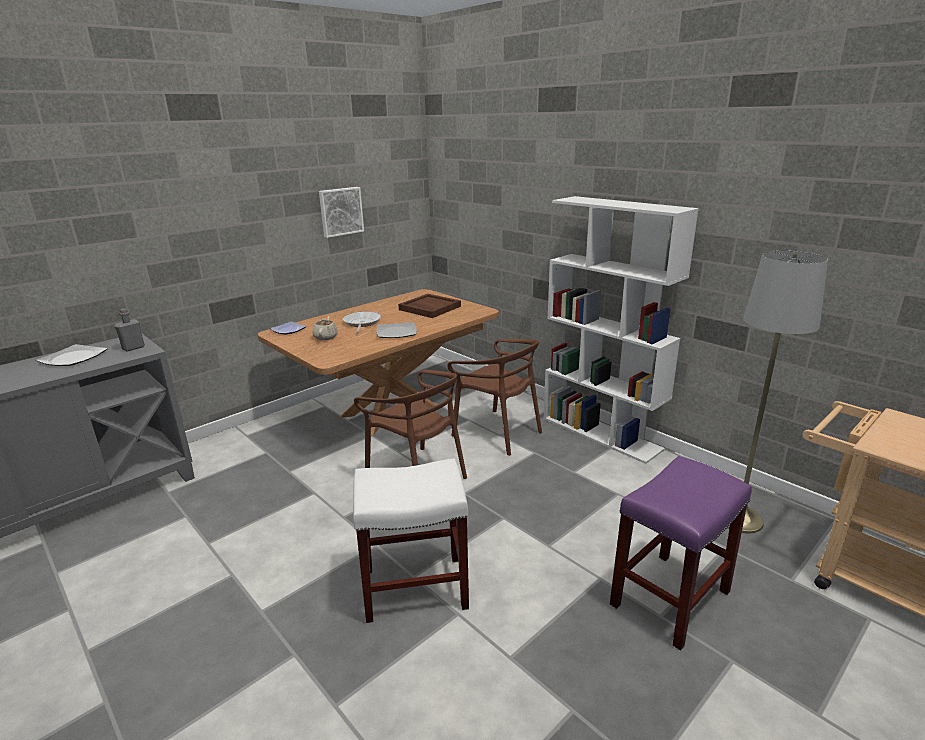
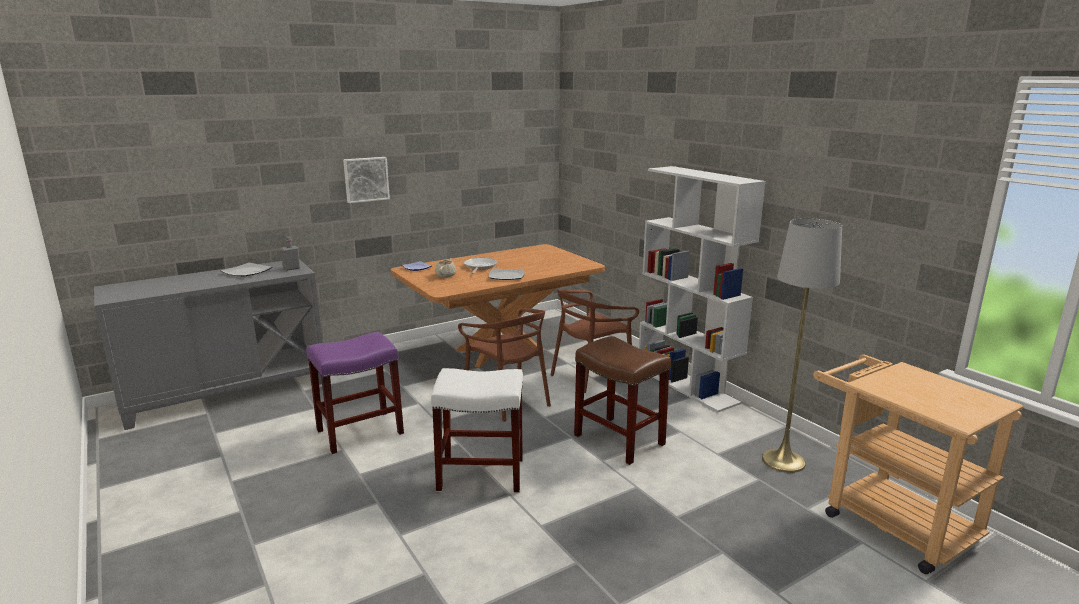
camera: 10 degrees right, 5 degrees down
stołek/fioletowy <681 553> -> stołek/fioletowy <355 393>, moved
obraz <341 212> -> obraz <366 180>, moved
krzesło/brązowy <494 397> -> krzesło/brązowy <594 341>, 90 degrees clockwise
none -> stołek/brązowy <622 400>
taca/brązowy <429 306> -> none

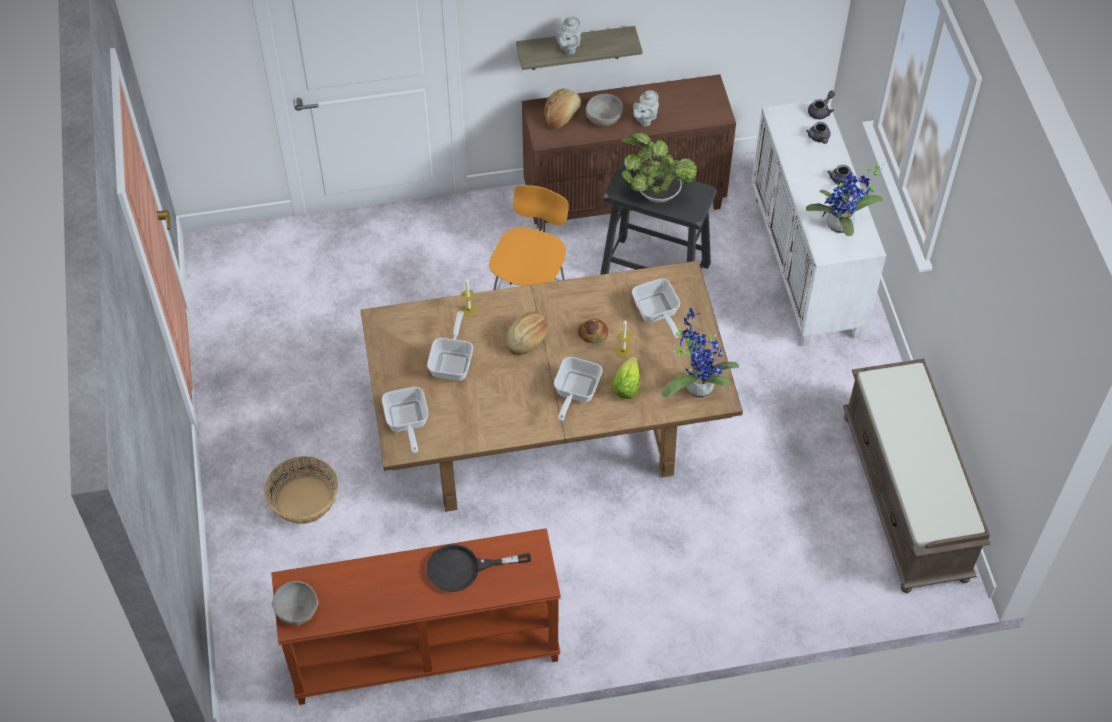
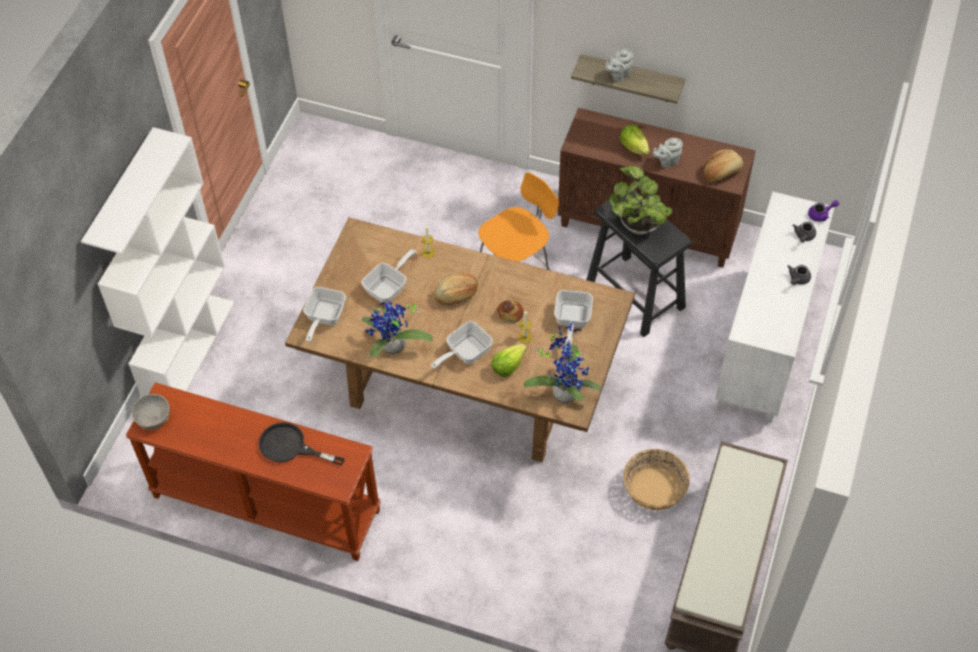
camera: 30 degrees right, 0 degrees up
none -> regał/biały <158 262>
roślina doniczkowa <845 200> -> roślina doniczkowa <397 330>, moved
miska/szary <604 110> -> sałata <634 140>
koszyk <301 490> -> koszyk <656 479>, moved
chleb <562 108> -> chleb <724 165>, moved
imbryk/szary <821 104> -> imbryk/fioletowy <823 211>

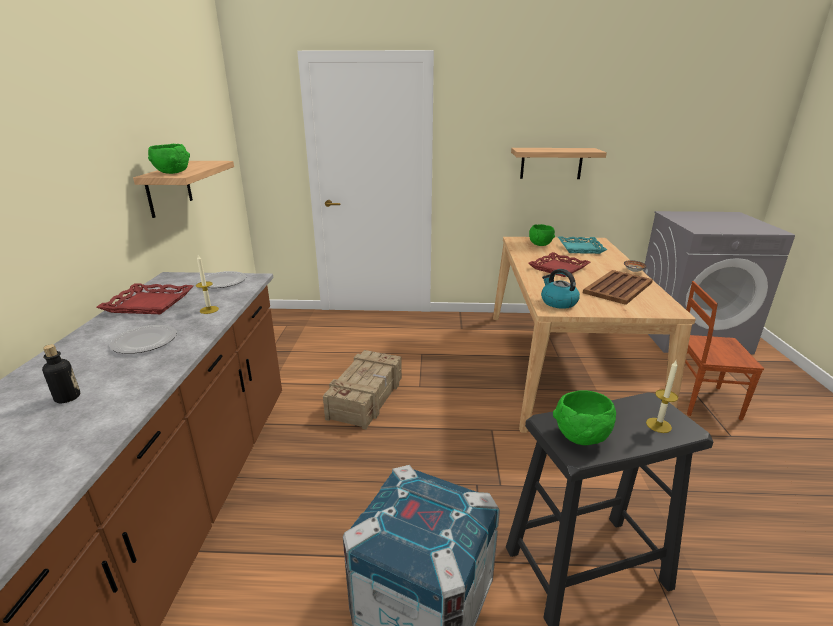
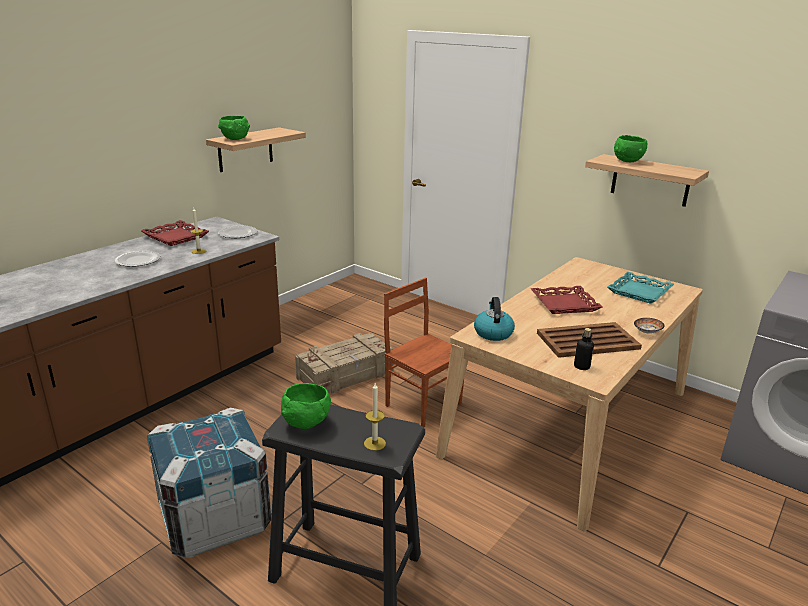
camera: 35 degrees right, 0 degrees up
krzesło/brązowy <724 350> -> krzesło/brązowy <424 353>, moved
butelka <61 373> -> butelka <584 349>, moved
miska/zielony <542 235> -> miska/zielony <631 148>, moved

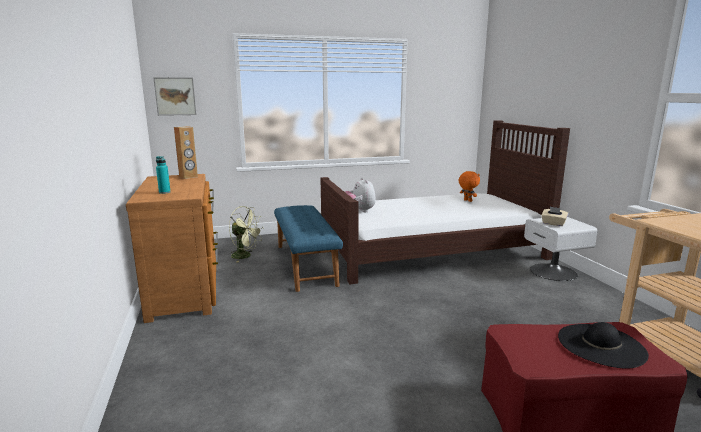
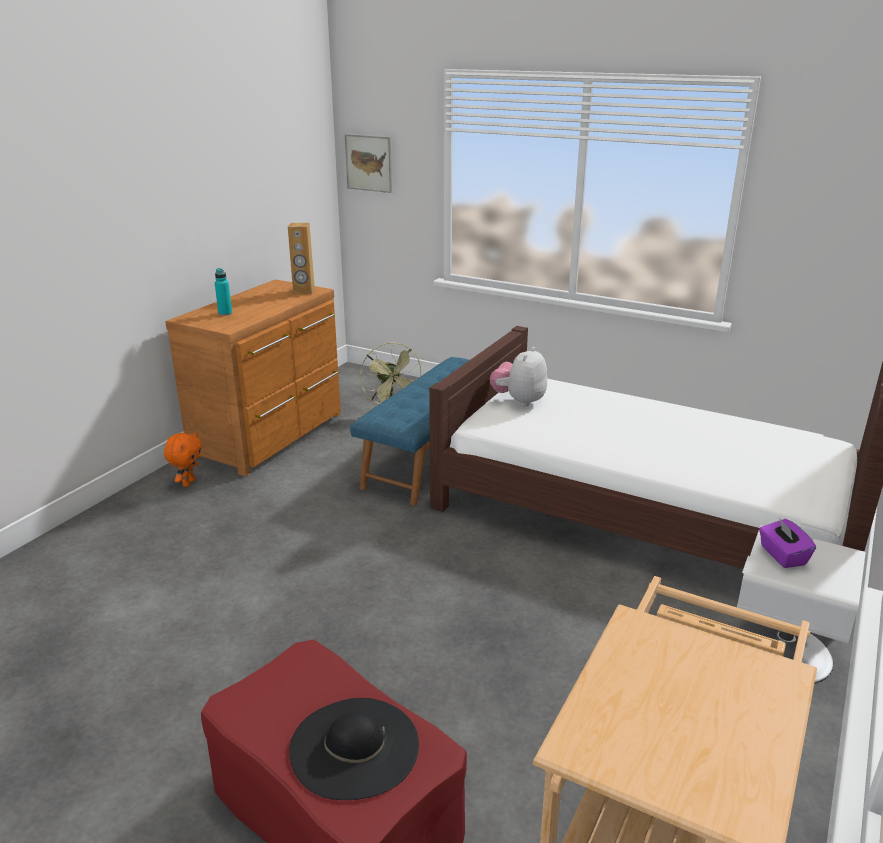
camera: 45 degrees right, 10 degrees up
pluszak/pomarańczowy <469 186> -> pluszak/pomarańczowy <183 459>, moved
pudełko chusteczek/beżowy <554 216> -> pudełko chusteczek/fioletowy <787 543>

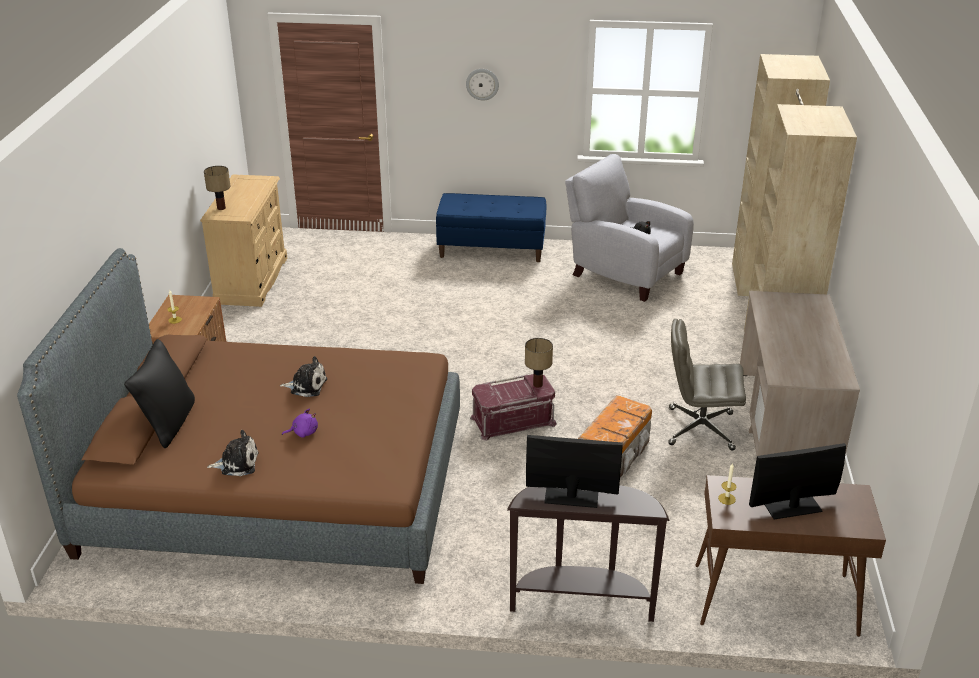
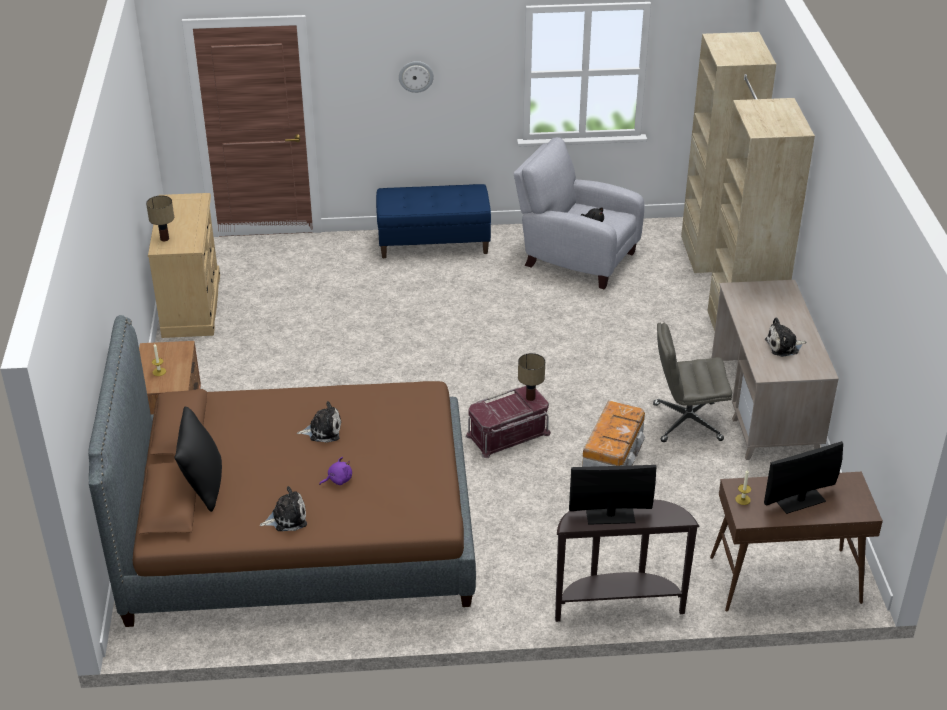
camera: 10 degrees left, 5 degrees up
none -> pluszak <785 337>

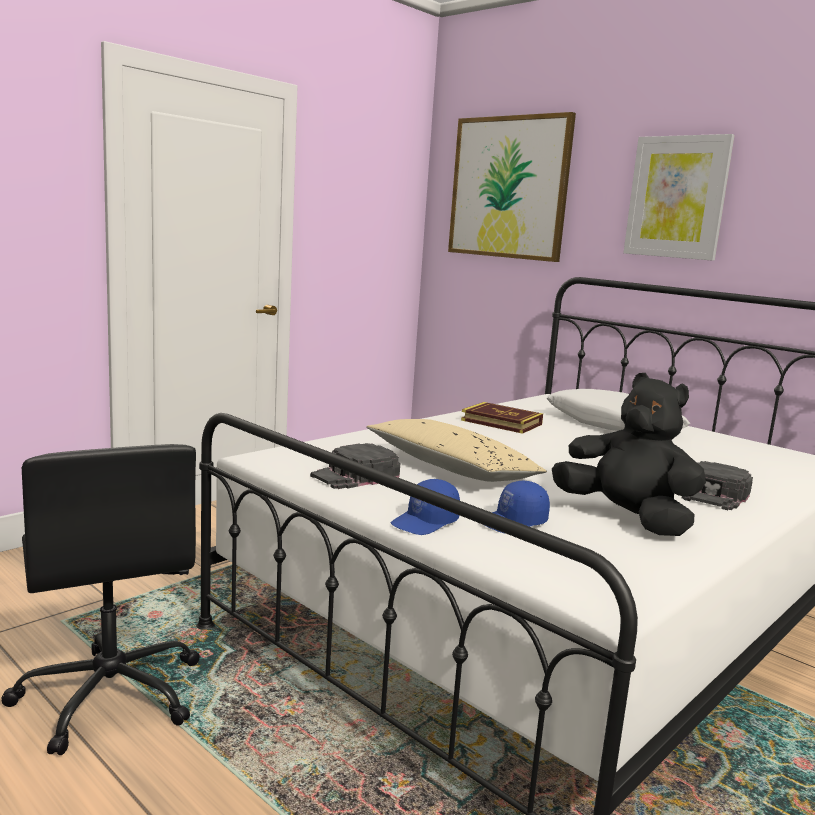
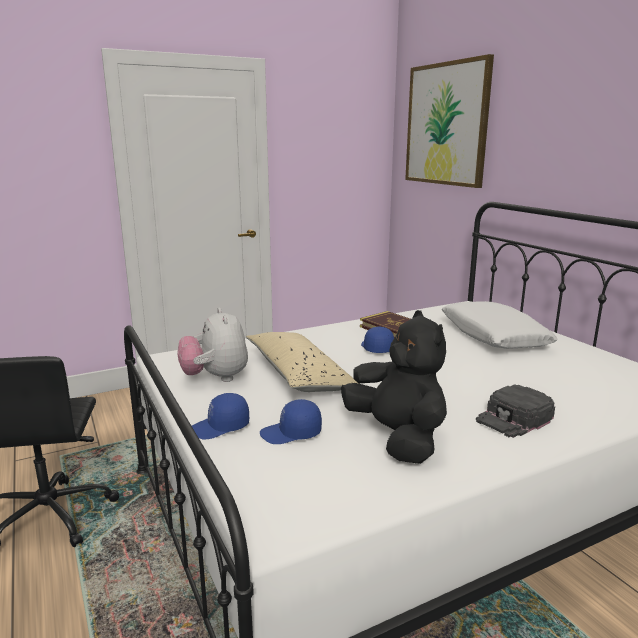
camera: 20 degrees right, 5 degrees up
czapka z daszkiem/czarny <355 466> -> pluszak <213 345>
none -> czapka z daszkiem/niebieski <377 340>
obraz <679 197> -> none

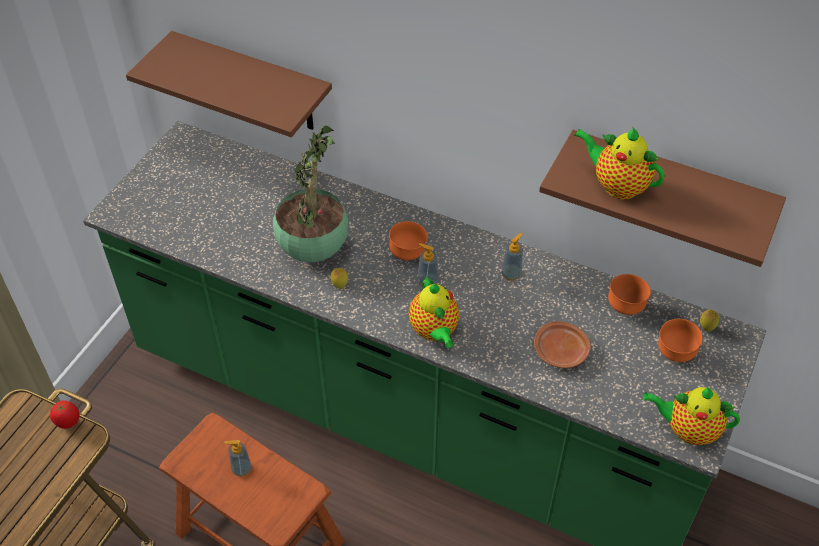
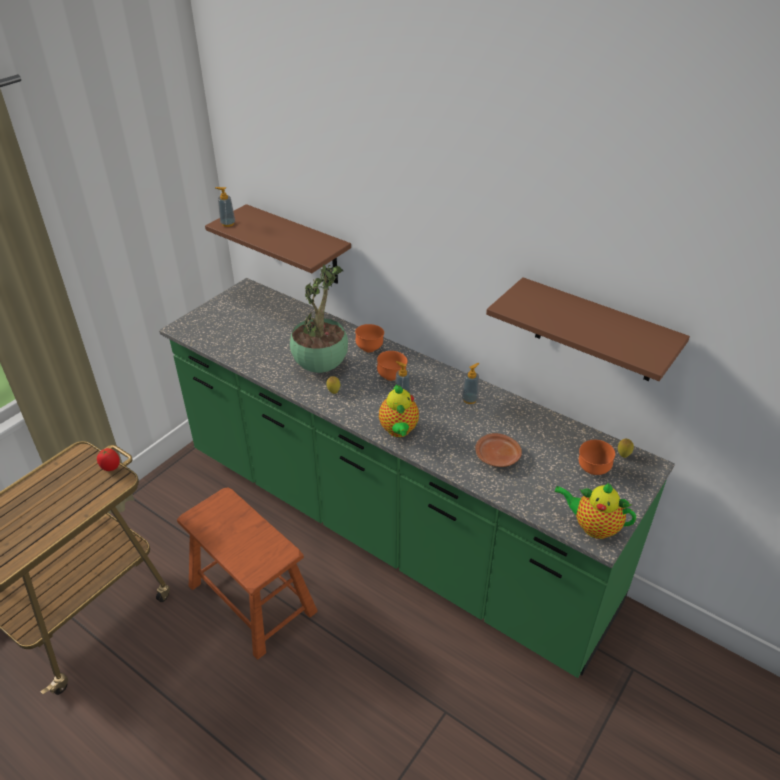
camera: 10 degrees right, 10 degrees down
dozownik mydła <238 458> -> dozownik mydła <225 207>, moved
miska/pomarańczowy <629 294> -> miska/pomarańczowy <369 338>, moved
imbryk <619 164> -> none

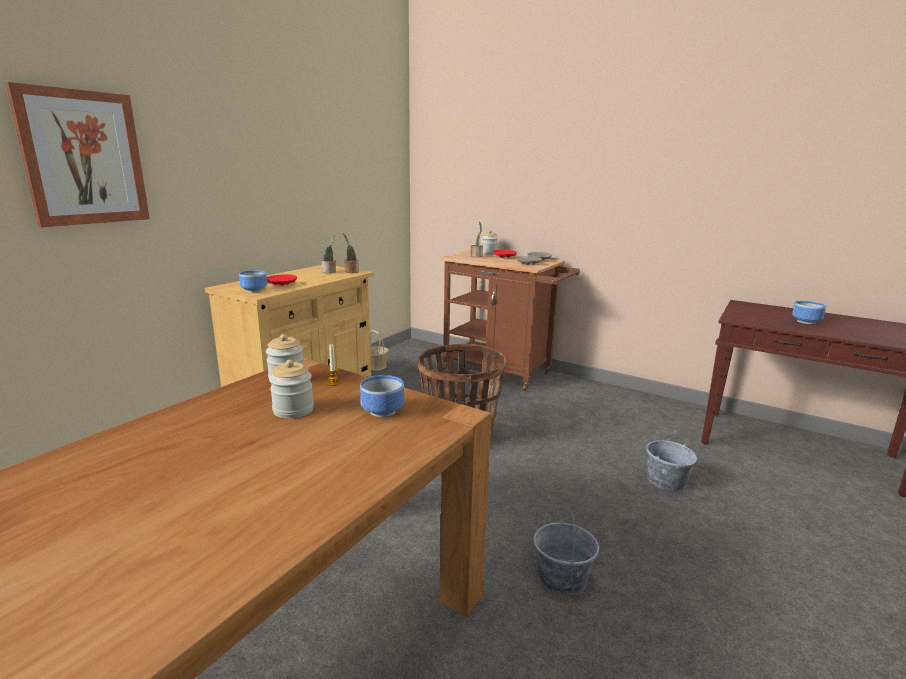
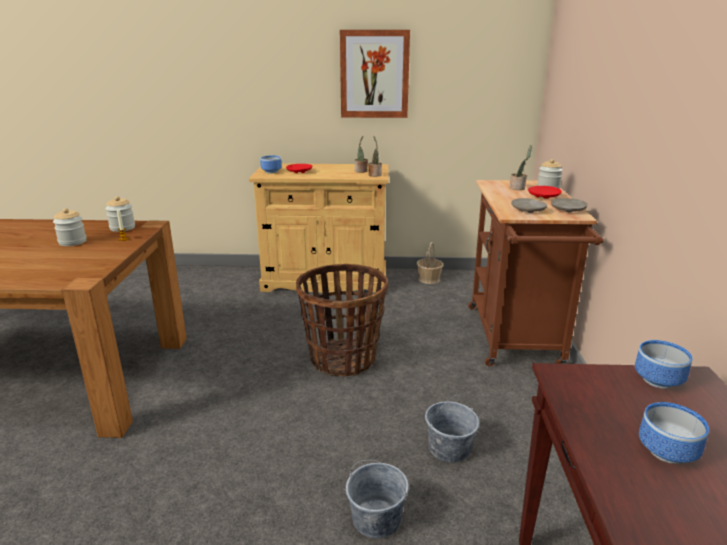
camera: 60 degrees right, 5 degrees up
obraz <77 154> -> obraz <375 74>, moved
wiadro/szary <566 552> -> wiadro/szary <452 429>, moved
miska <382 396> -> miska <664 364>, moved

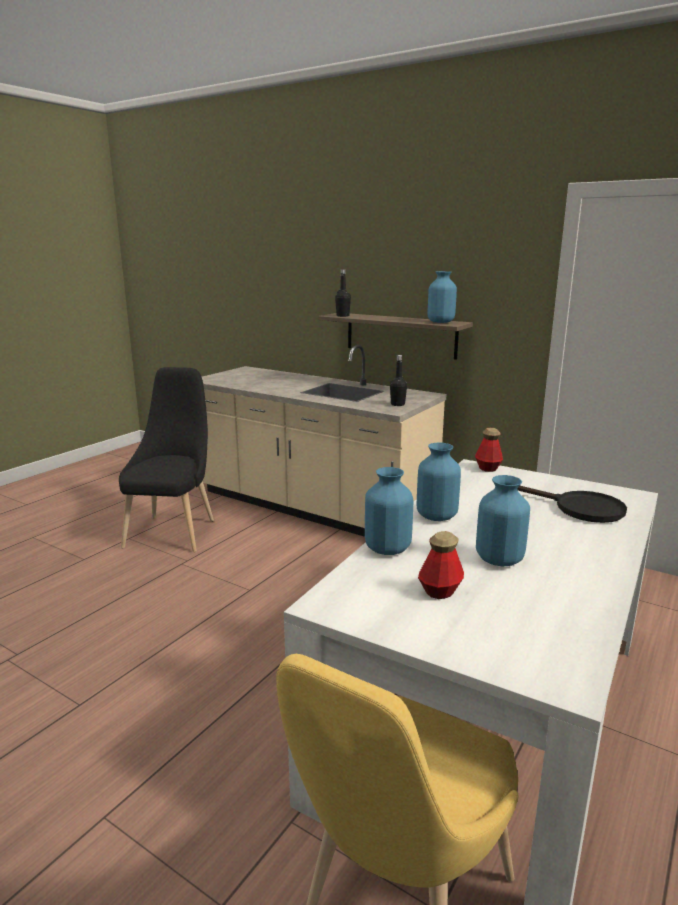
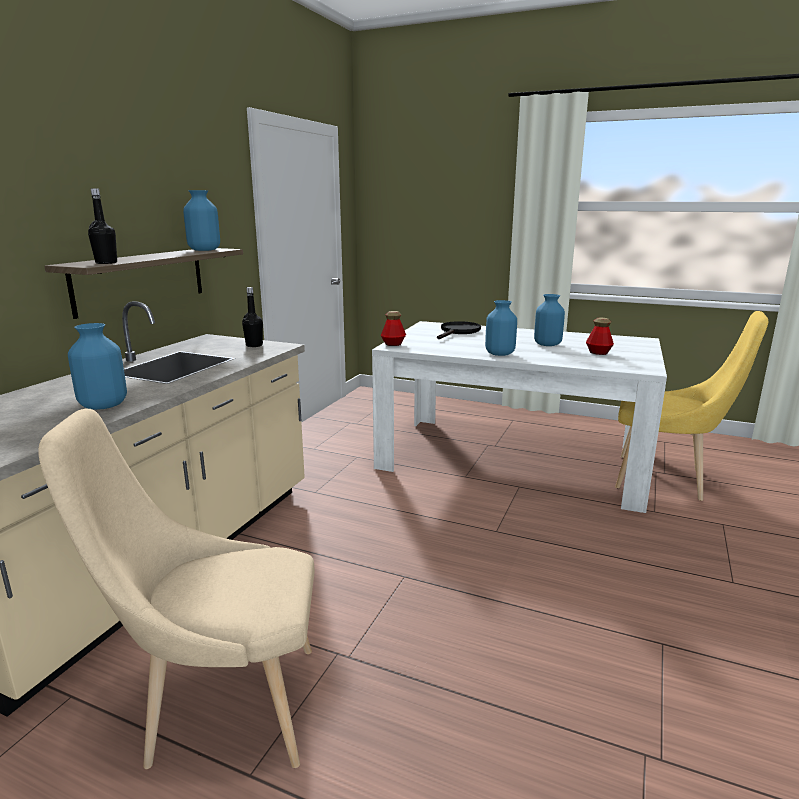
camera: 100 degrees left, 0 degrees up
krzesło/czarny <166 459> -> krzesło/beżowy <176 589>
wazon/niebieski <389 511> -> wazon/niebieski <97 366>, moved

